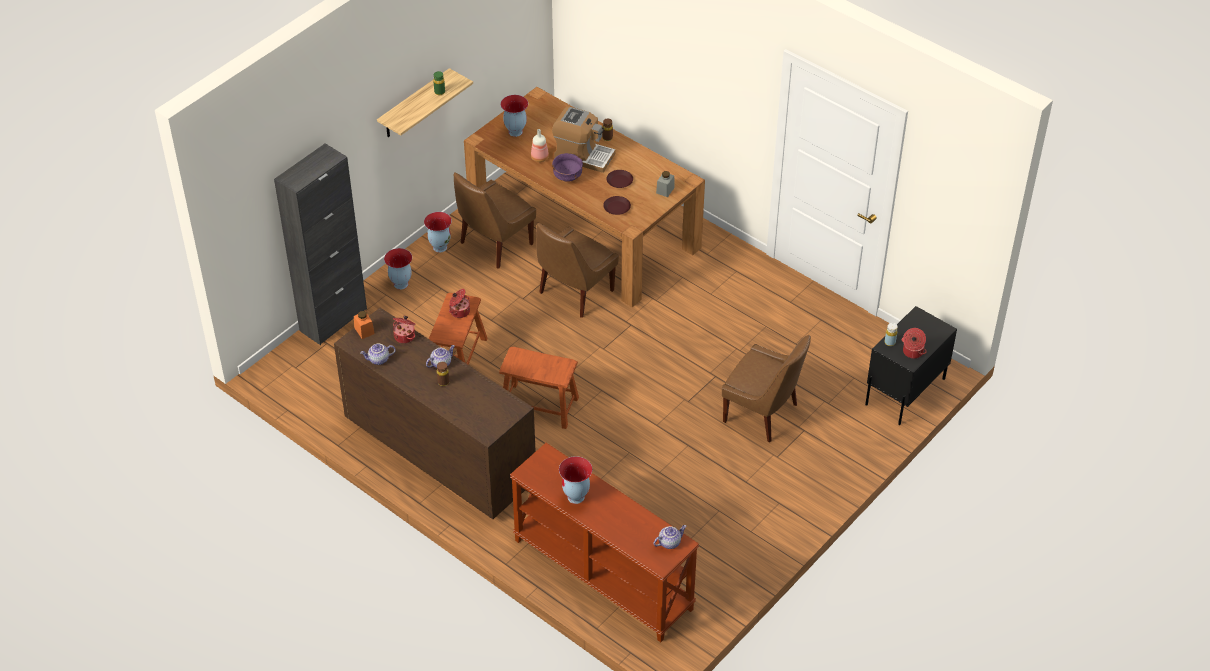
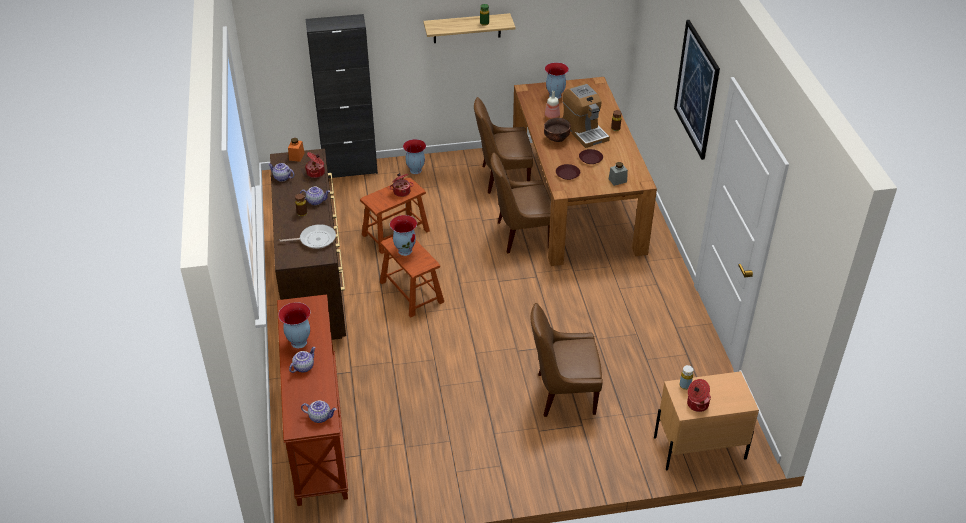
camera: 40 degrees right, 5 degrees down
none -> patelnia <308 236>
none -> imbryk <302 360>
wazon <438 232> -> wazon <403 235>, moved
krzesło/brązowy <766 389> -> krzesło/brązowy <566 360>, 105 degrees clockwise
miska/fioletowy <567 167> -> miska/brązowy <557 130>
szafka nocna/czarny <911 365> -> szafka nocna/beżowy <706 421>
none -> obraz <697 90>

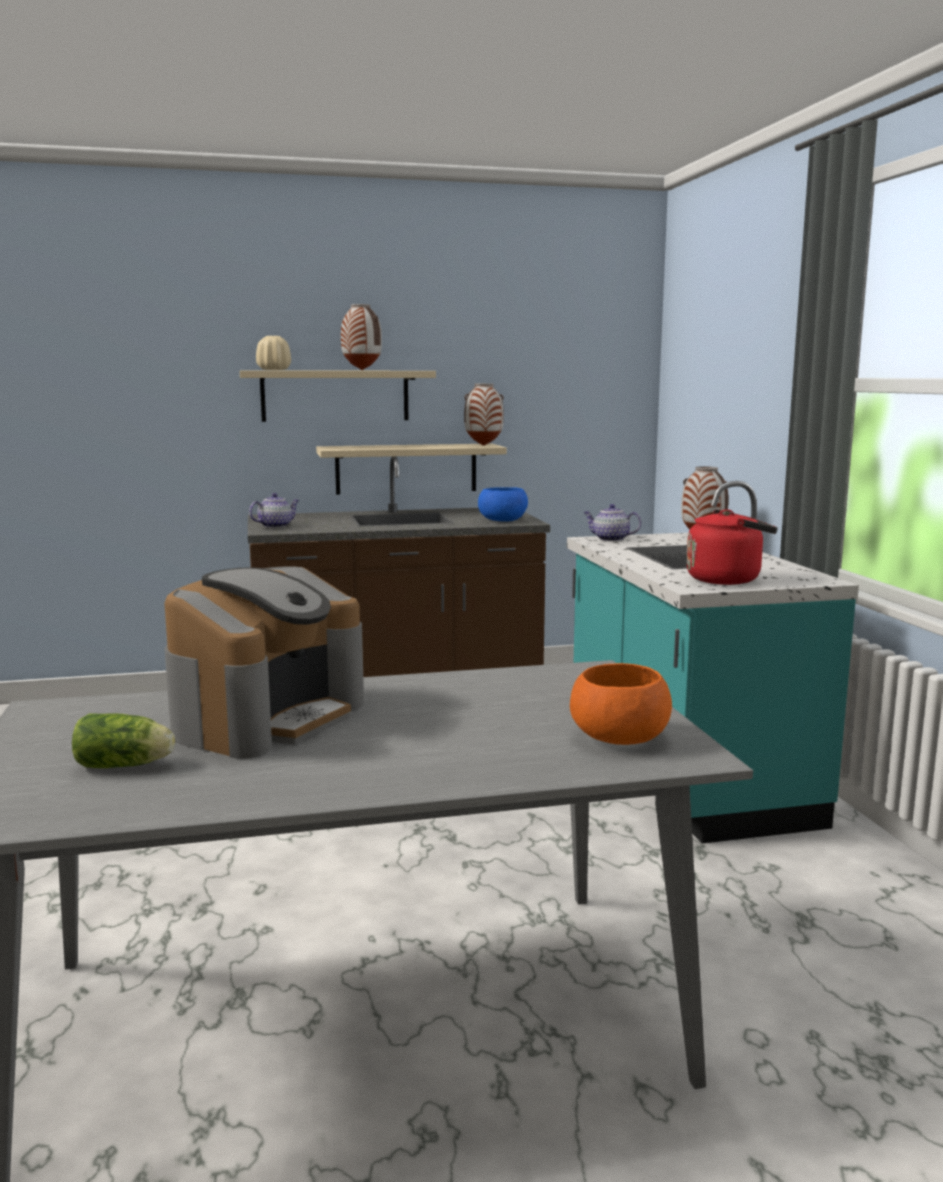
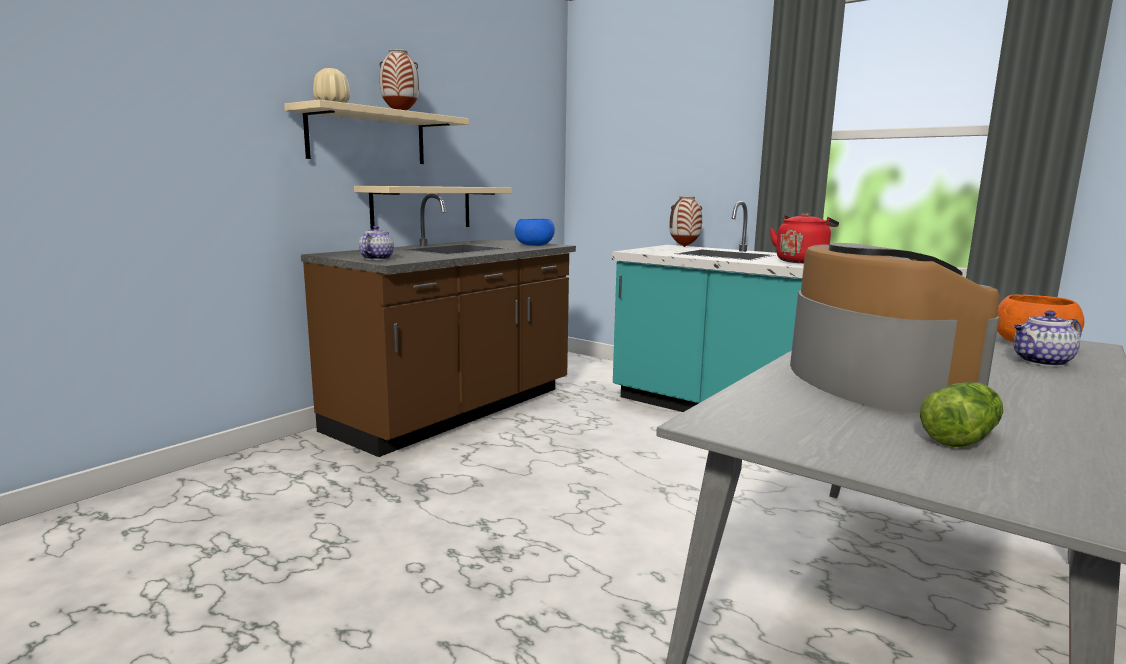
camera: 40 degrees left, 0 degrees up
imbryk <612 522> -> imbryk <1047 338>, moved
wazon <484 414> -> none

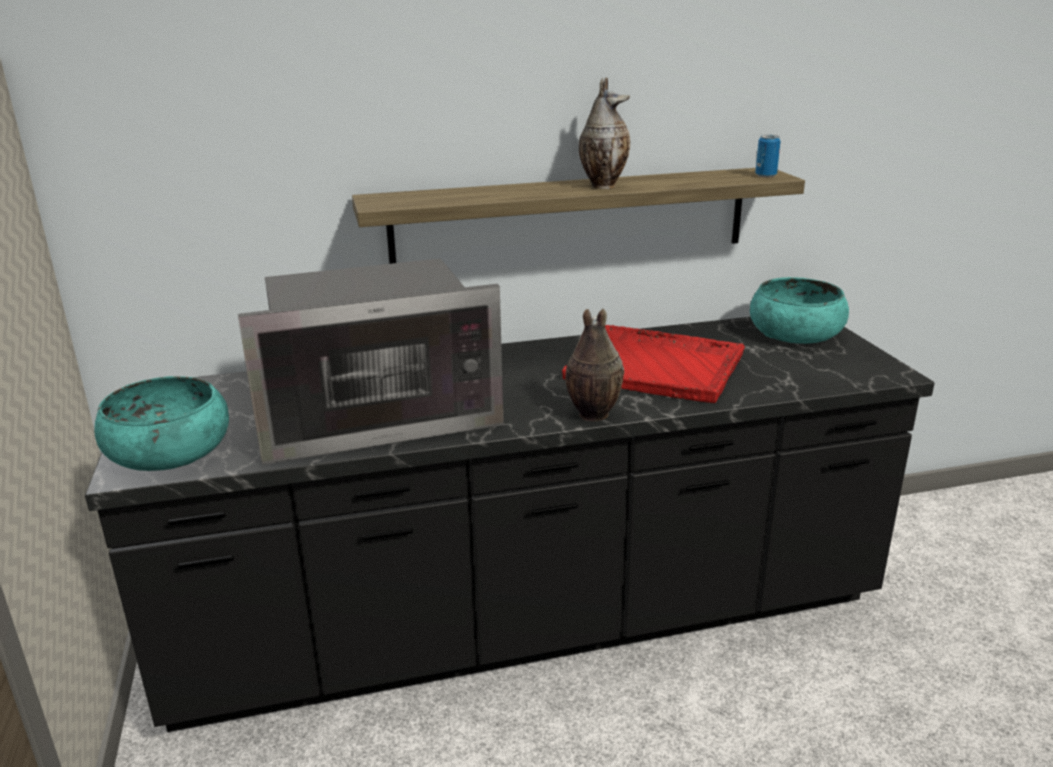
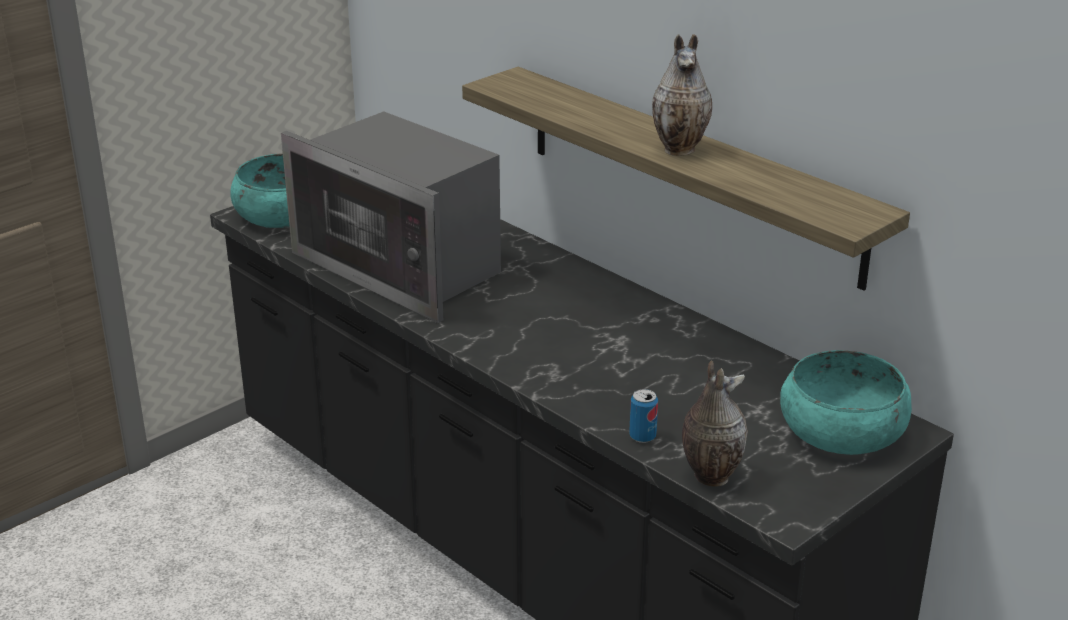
camera: 60 degrees right, 5 degrees up
puszka <768 156> -> puszka <643 416>, moved
wazon <594 364> -> wazon <715 424>, moved
taca/czerwony <653 364> -> none

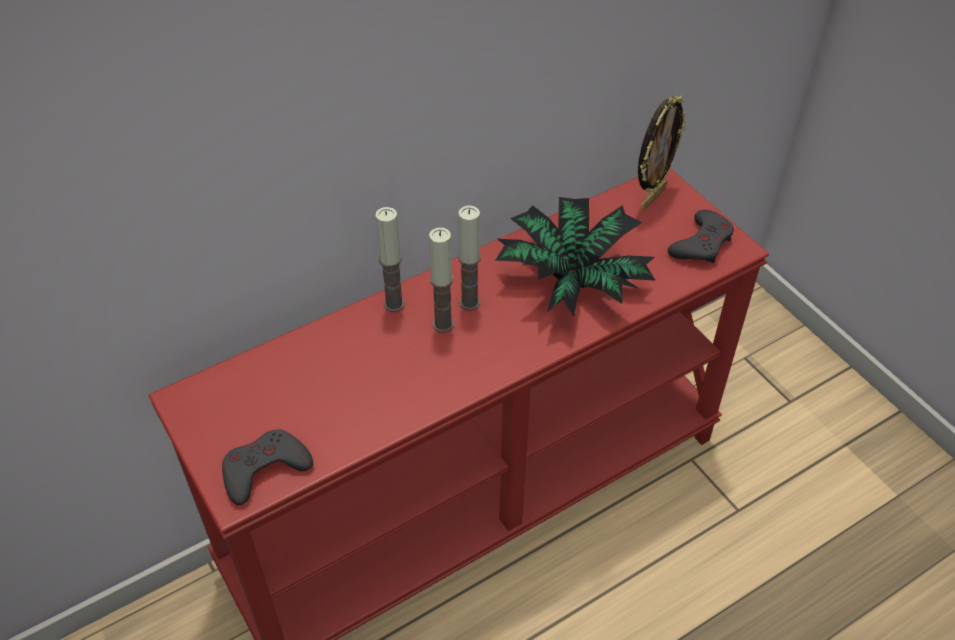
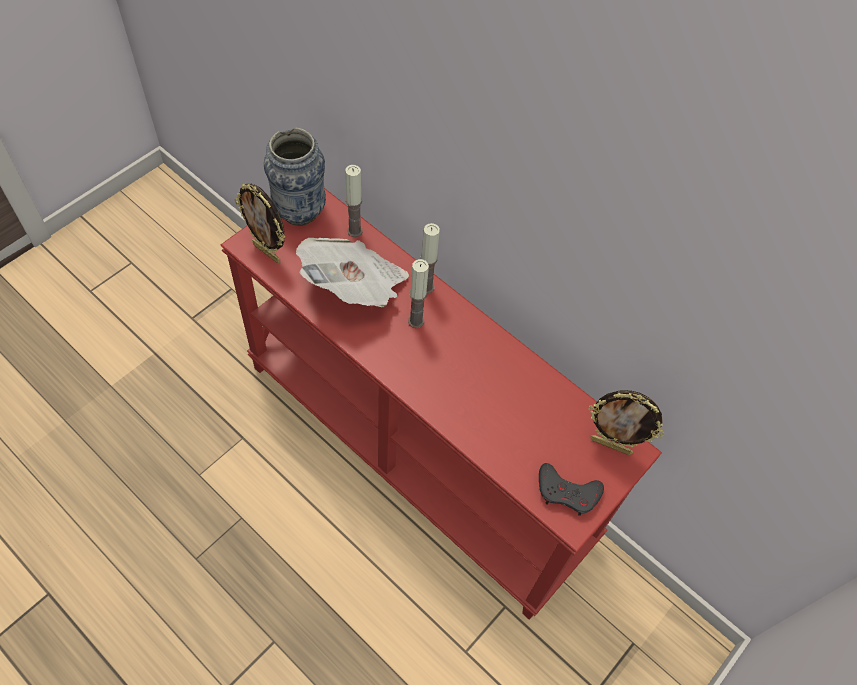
camera: 70 degrees right, 10 degrees up
pad do gier/szary <267 467> -> ramka na zdjęcie <260 223>
none -> wazon <295 177>
none -> gazeta <352 272>
świeca <469 258> -> świeca <354 201>, moved
roślina doniczkowa <575 256> -> none

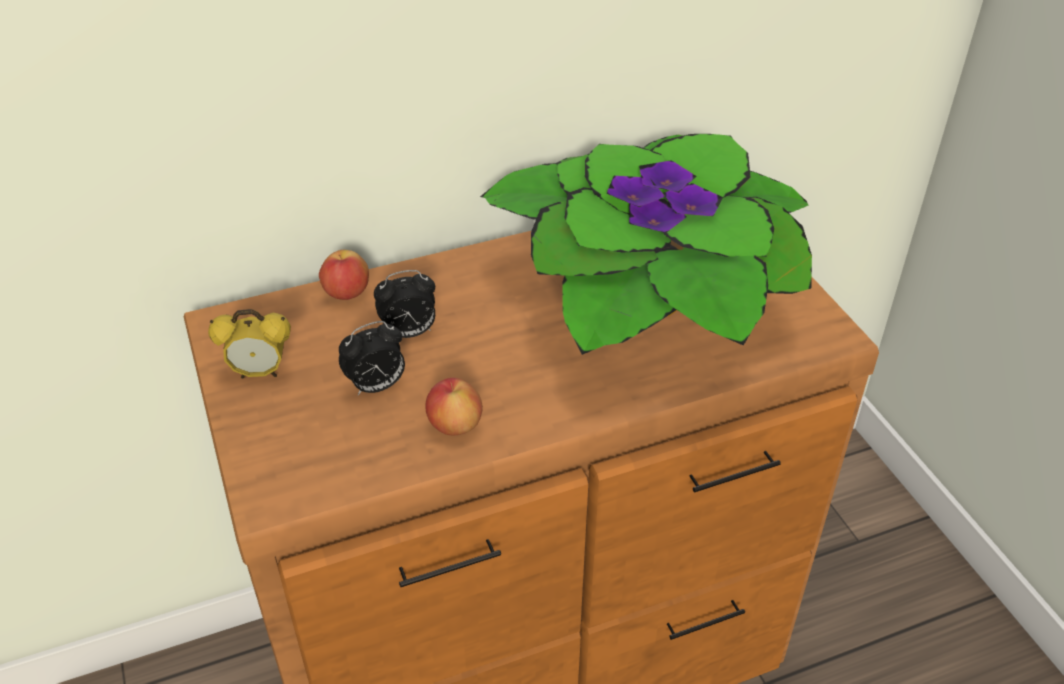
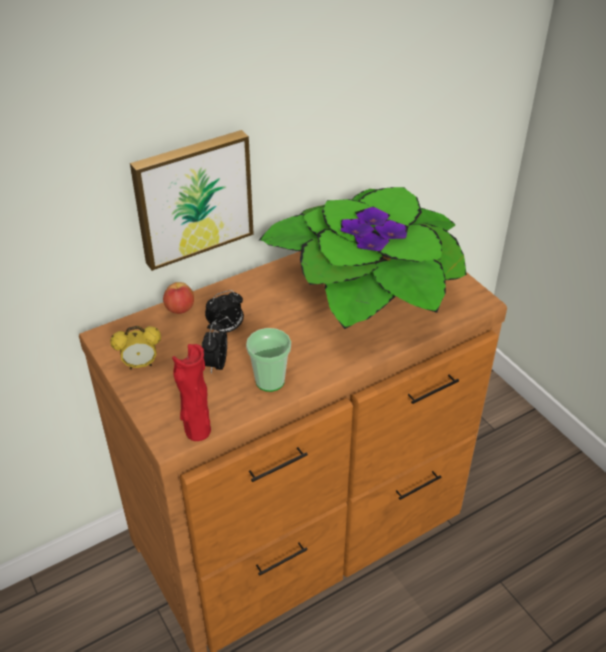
camera: 10 degrees left, 0 degrees up
none -> obraz <192 200>
none -> wazon/czerwony <191 392>
budzik <372 358> -> budzik <214 347>, 135 degrees clockwise
jabłko <454 406> -> filiżanka <268 360>

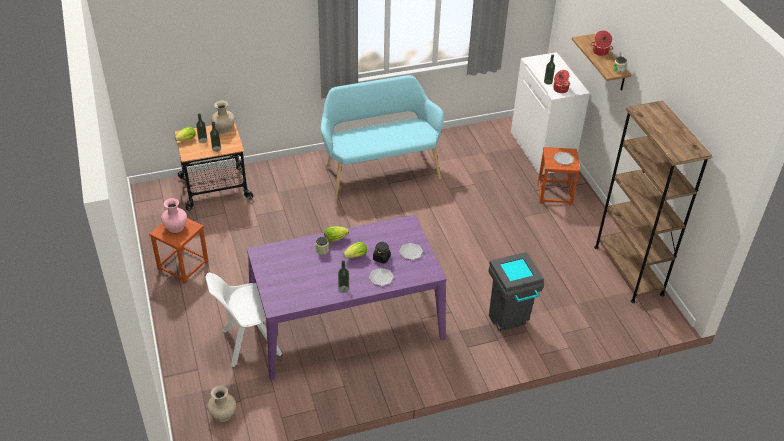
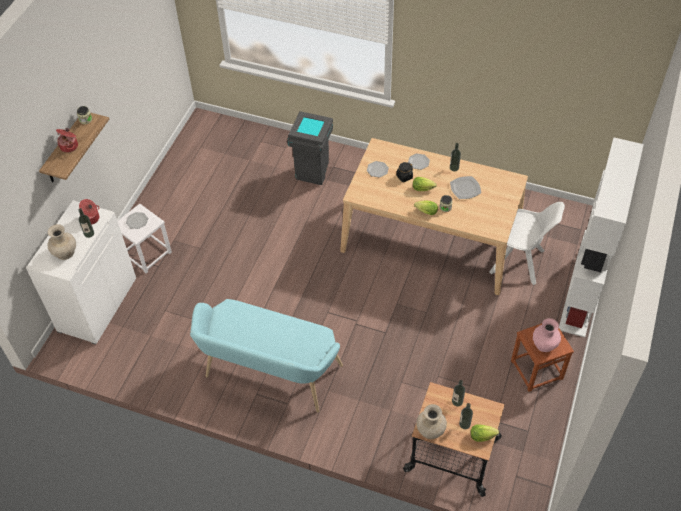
camera: 140 degrees left, 10 degrees up
wazon/beżowy <221 403> -> wazon/beżowy <61 242>, moved
stołek/brązowy <559 176> -> stołek/biały <145 238>
stół jadalny/fioletowy <346 297> -> stół jadalny/beżowy <434 216>
none -> talerz <465 187>
none -> regał/biały <601 237>
regał/brązowy <653 202> -> none

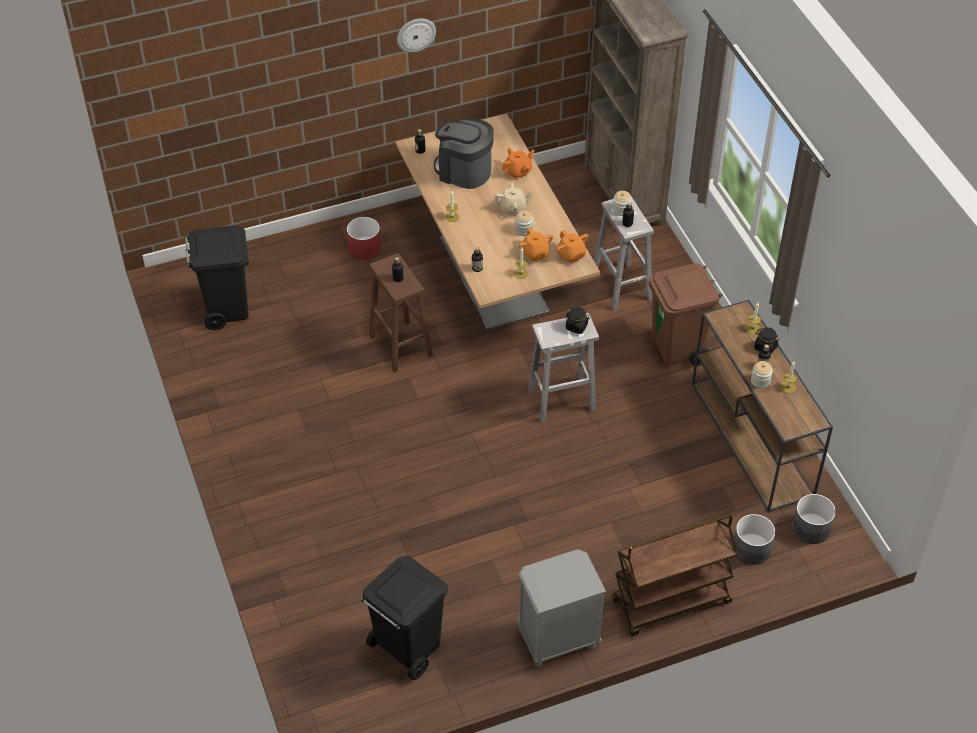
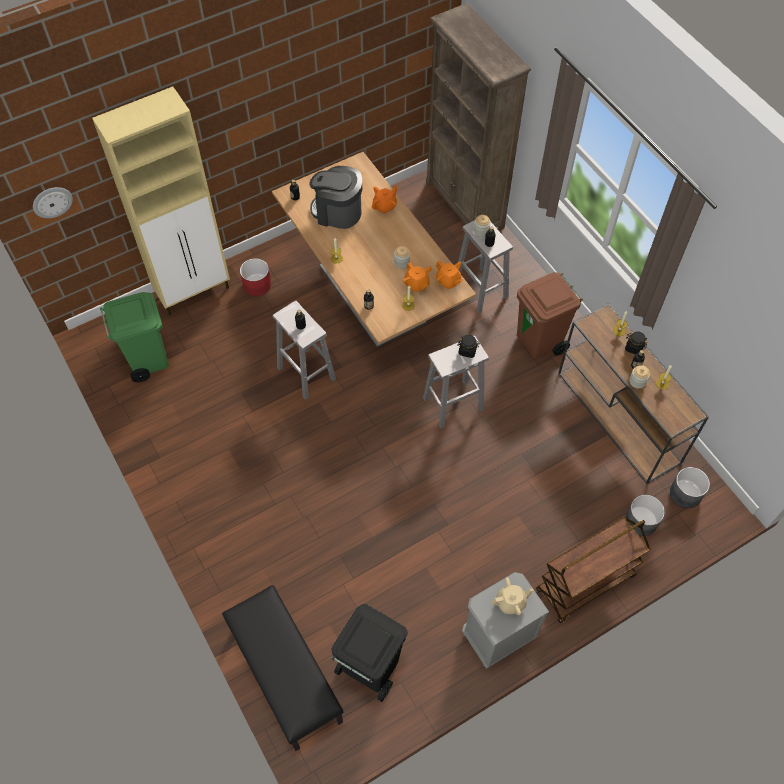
camera: 10 degrees left, 10 degrees up
zegar ścienny <416 35> -> zegar ścienny <53 202>, moved
none -> szafka/beżowy <161 201>
kosz na śmieci/czarny <217 277> -> kosz na śmieci/zielony <134 337>
none -> ławka/czarny <282 668>
stołek/brązowy <401 313> -> stołek/biały <304 350>
imbryk/beżowy <513 198> -> imbryk/beżowy <513 596>, moved

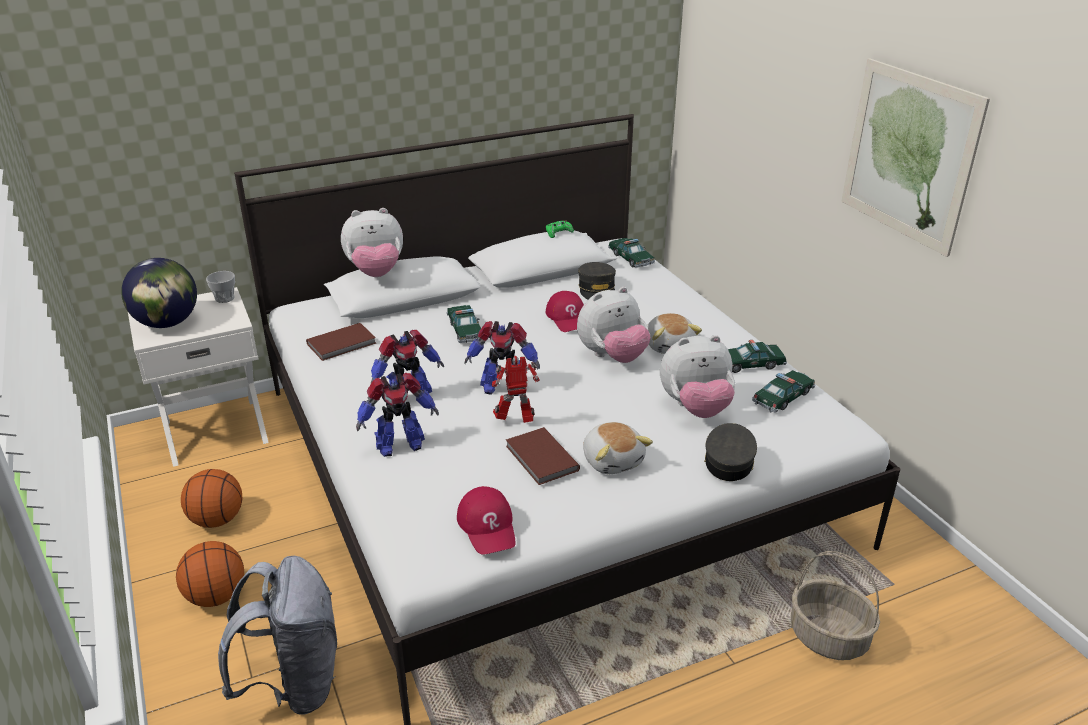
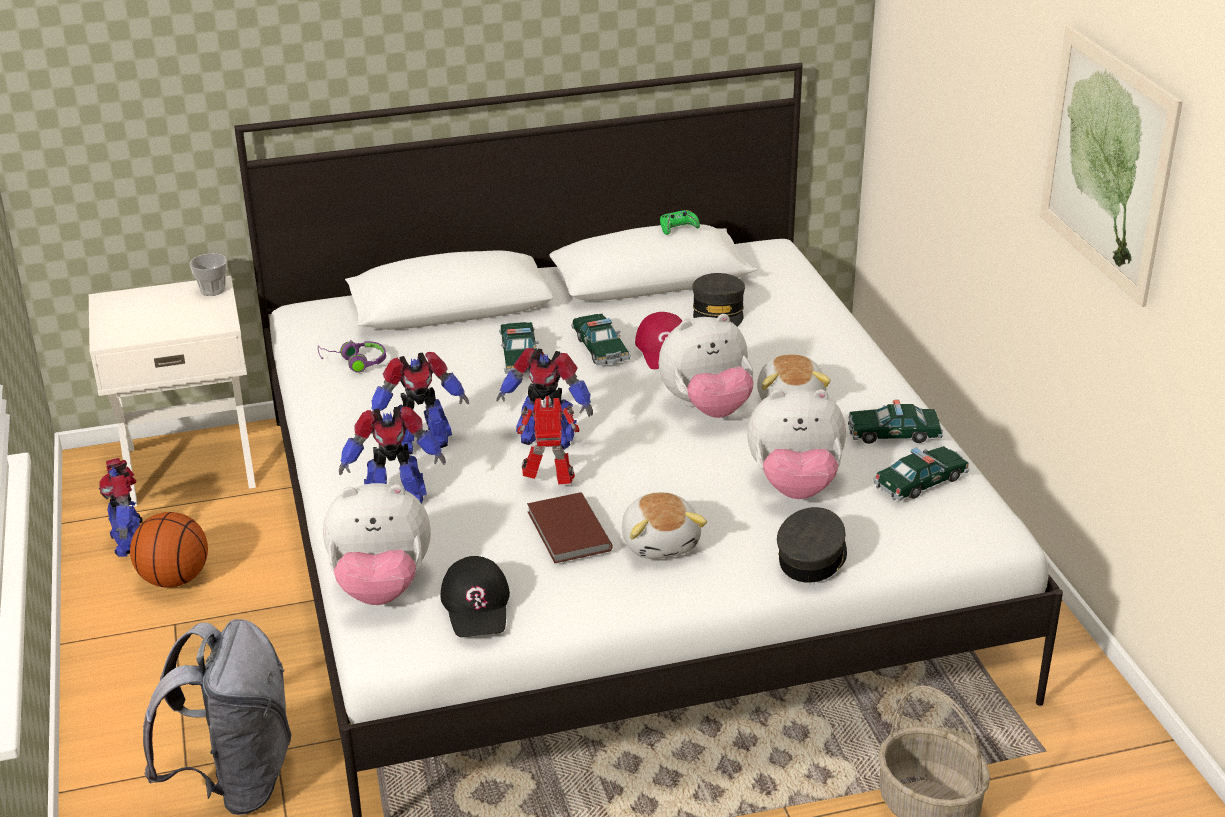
camera: 10 degrees right, 0 degrees up
none -> robot zabawkowy <121 507>
książka/brązowy <341 342> -> słuchawki/fioletowy <352 356>
pluszak <372 242> -> pluszak <377 544>, moved
czapka z daszkiem/czerwony <486 520> -> czapka z daszkiem/czarny <475 596>
samochodzik <631 253> -> samochodzik <601 339>, moved
globus <159 293> -> none
piłka do koszykówki <210 574> -> none

